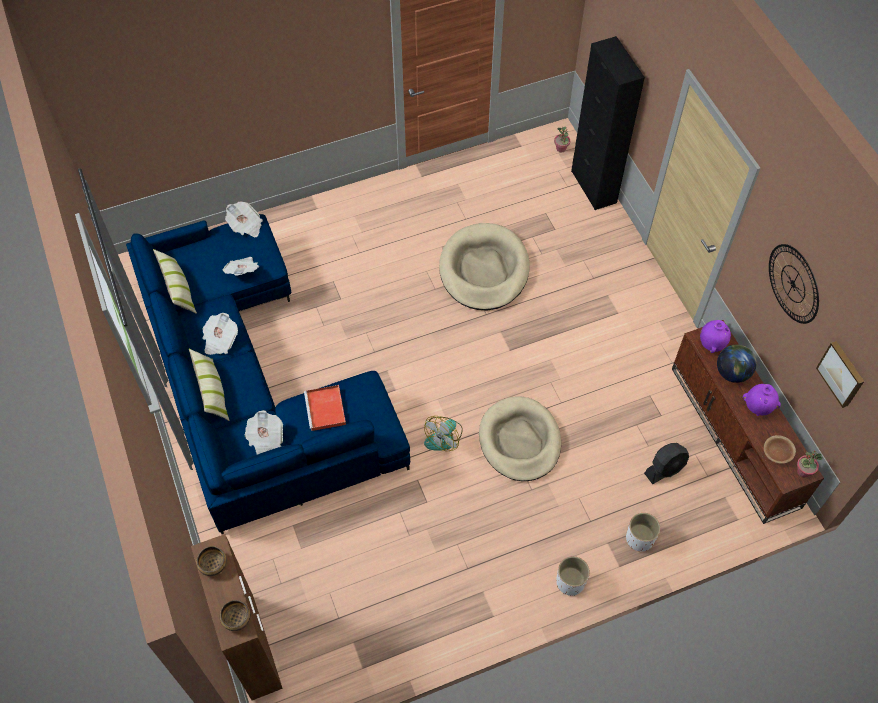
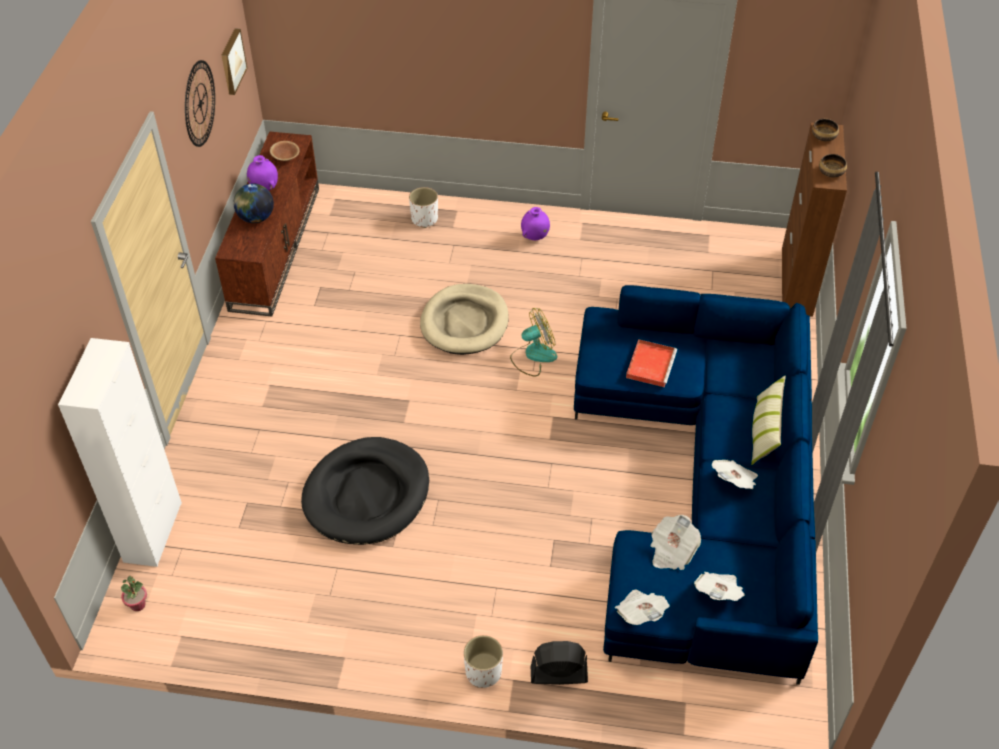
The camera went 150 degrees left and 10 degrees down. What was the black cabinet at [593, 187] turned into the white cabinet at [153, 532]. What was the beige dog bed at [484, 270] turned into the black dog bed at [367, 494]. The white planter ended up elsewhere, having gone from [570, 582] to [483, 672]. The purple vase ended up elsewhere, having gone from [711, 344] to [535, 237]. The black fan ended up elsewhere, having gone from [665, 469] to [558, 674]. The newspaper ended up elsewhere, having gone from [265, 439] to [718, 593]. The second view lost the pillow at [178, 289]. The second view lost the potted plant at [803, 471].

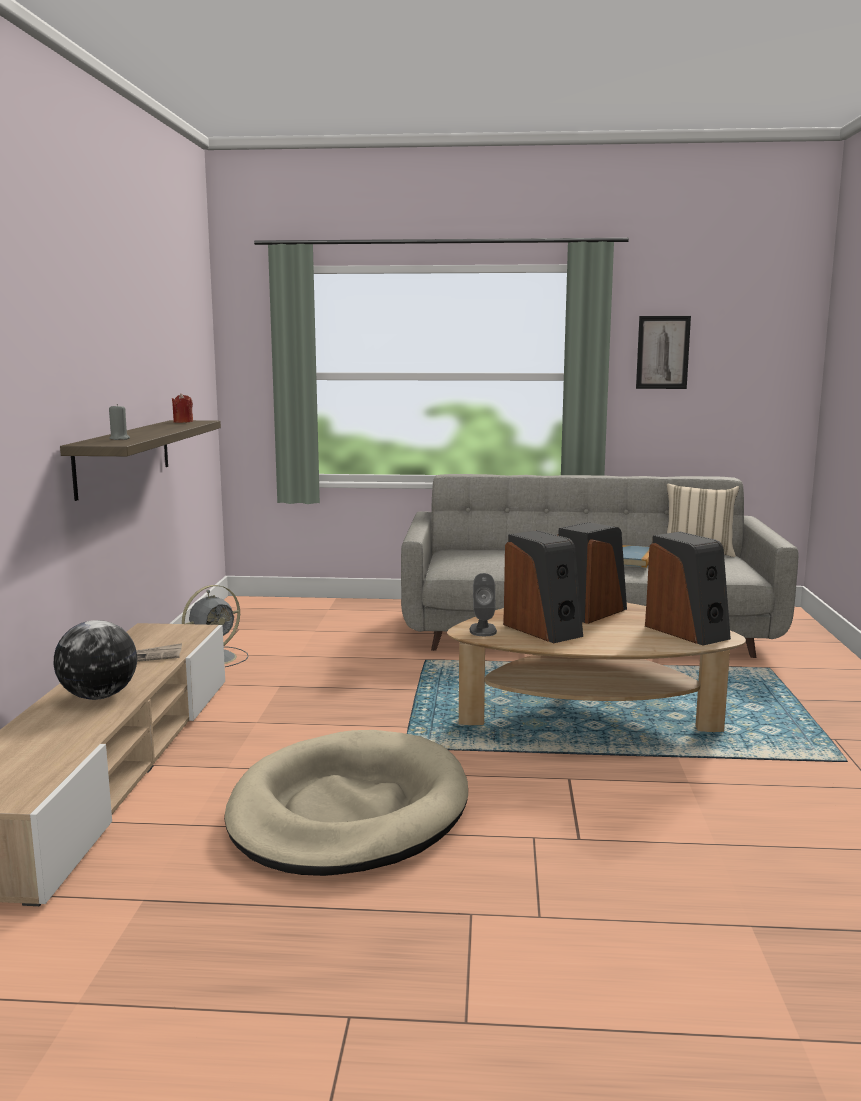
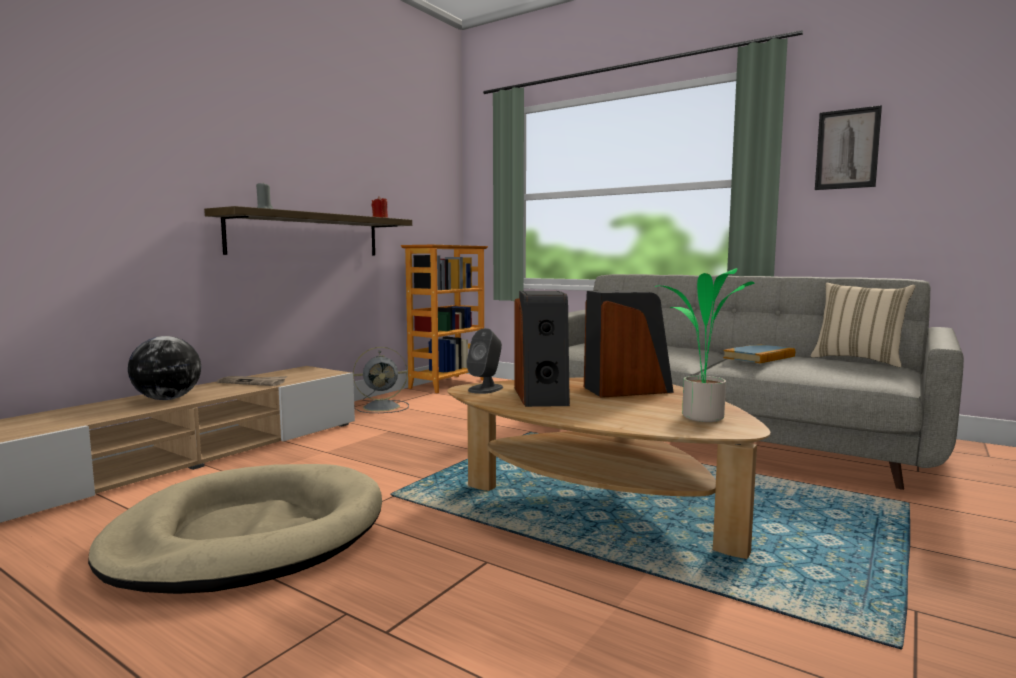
The camera went 30 degrees right and 5 degrees down. The second view gained the bookcase at [447, 384]. Where the speaker stood at [687, 632], the potted plant came to stand at [701, 418].

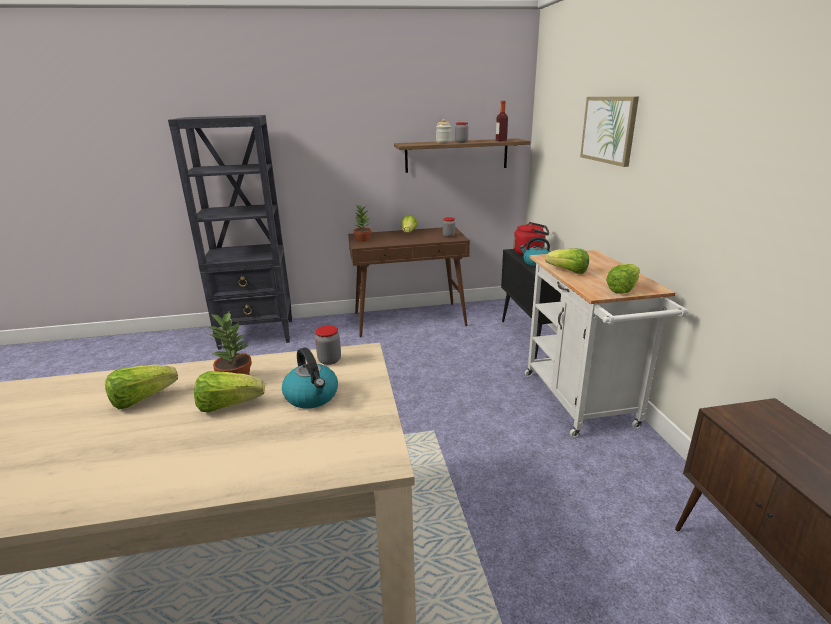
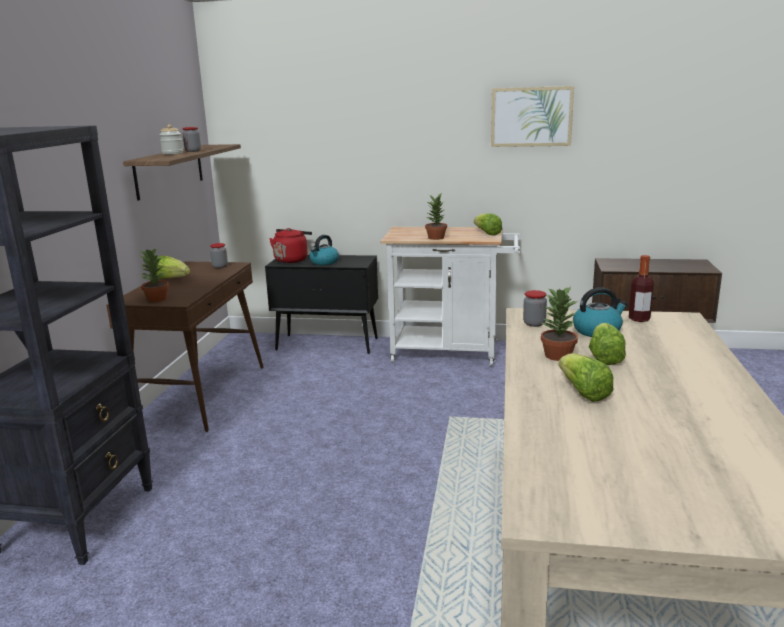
The camera went 70 degrees left and 5 degrees down. Where the lettuce stood at [568, 271], the potted plant came to stand at [436, 238]. The picture ended up elsewhere, having gone from [608, 129] to [531, 117]. The bottle ended up elsewhere, having gone from [501, 140] to [639, 319].

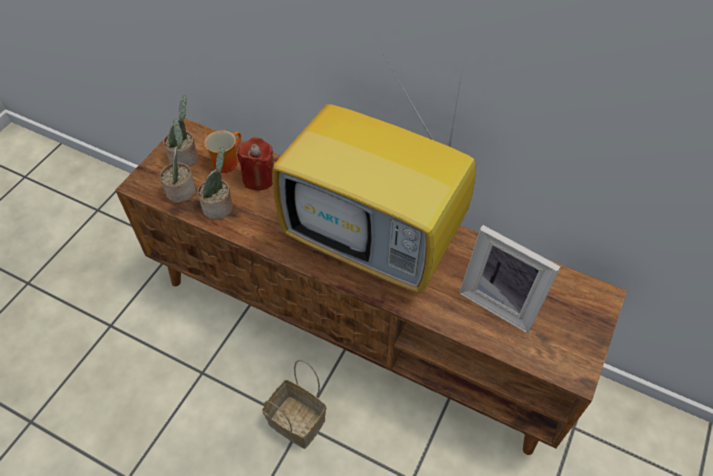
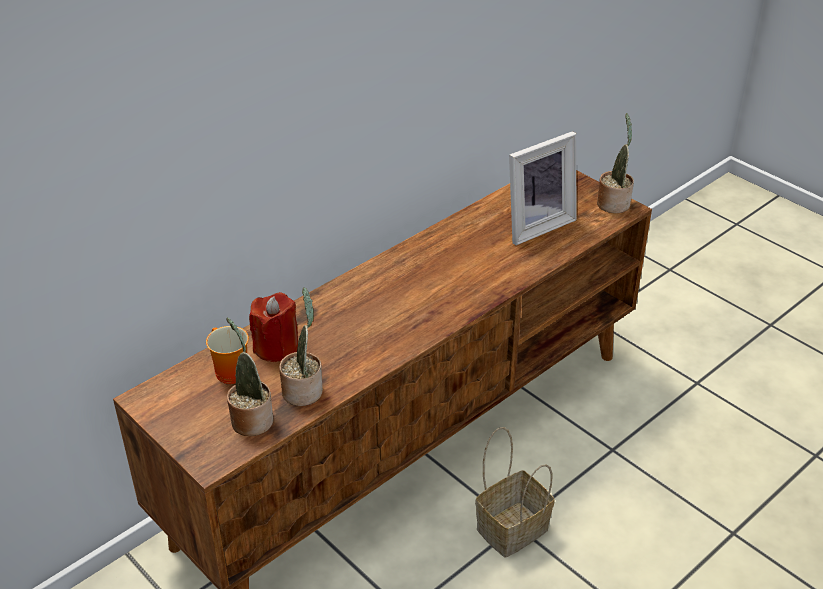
The camera went 70 degrees left and 15 degrees down. The potted plant ended up elsewhere, having gone from [186, 158] to [613, 202]. The second view lost the television at [376, 242].

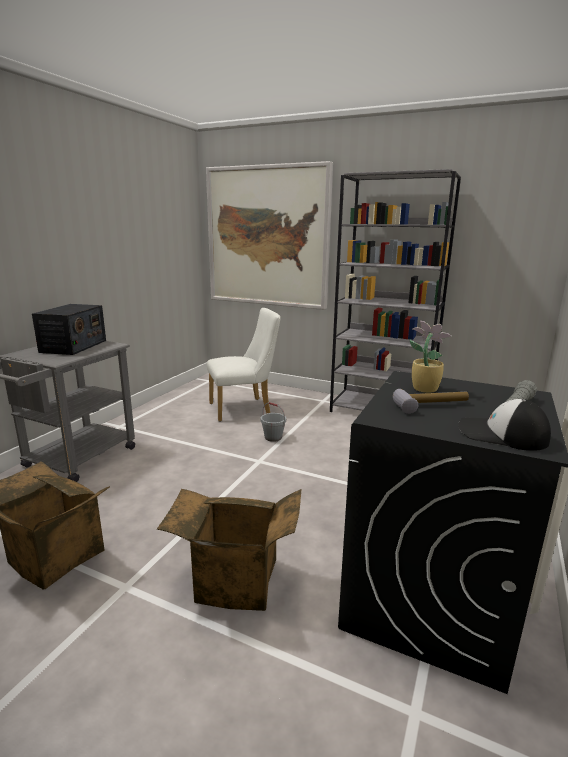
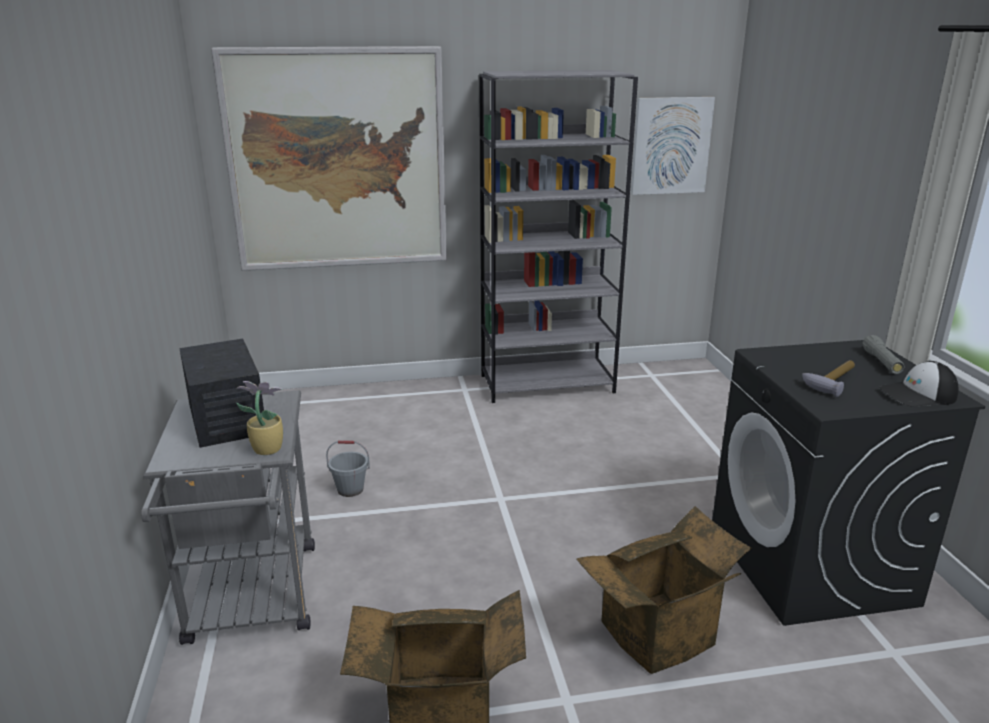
The camera went 35 degrees left and 5 degrees up. The potted plant ended up elsewhere, having gone from [423, 389] to [266, 449]. The grey bucket ended up elsewhere, having gone from [273, 437] to [350, 489]. The second view gained the picture at [671, 146]. The second view lost the white chair at [244, 409].

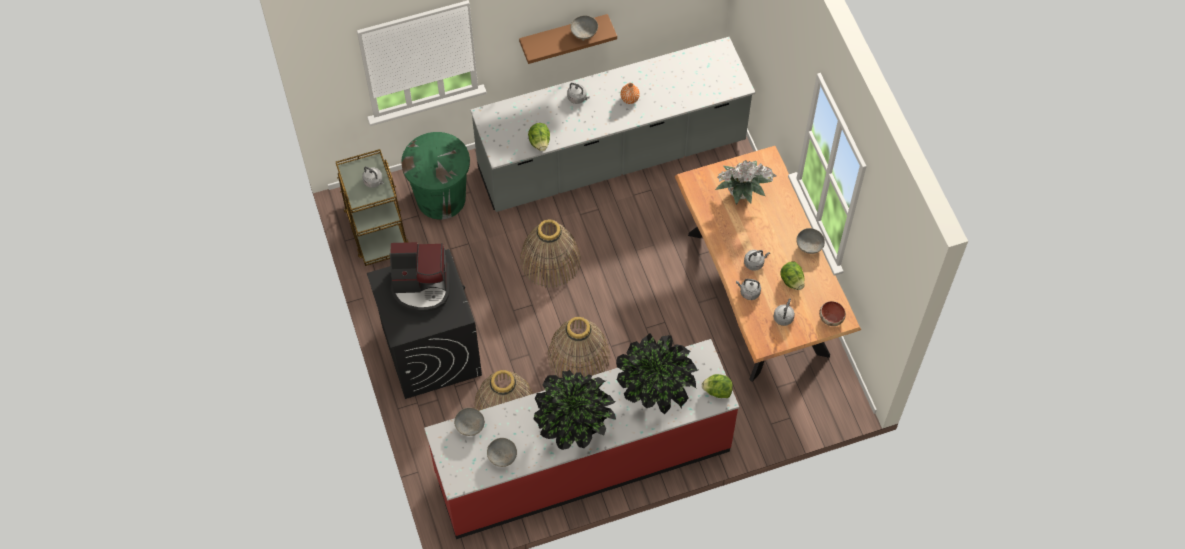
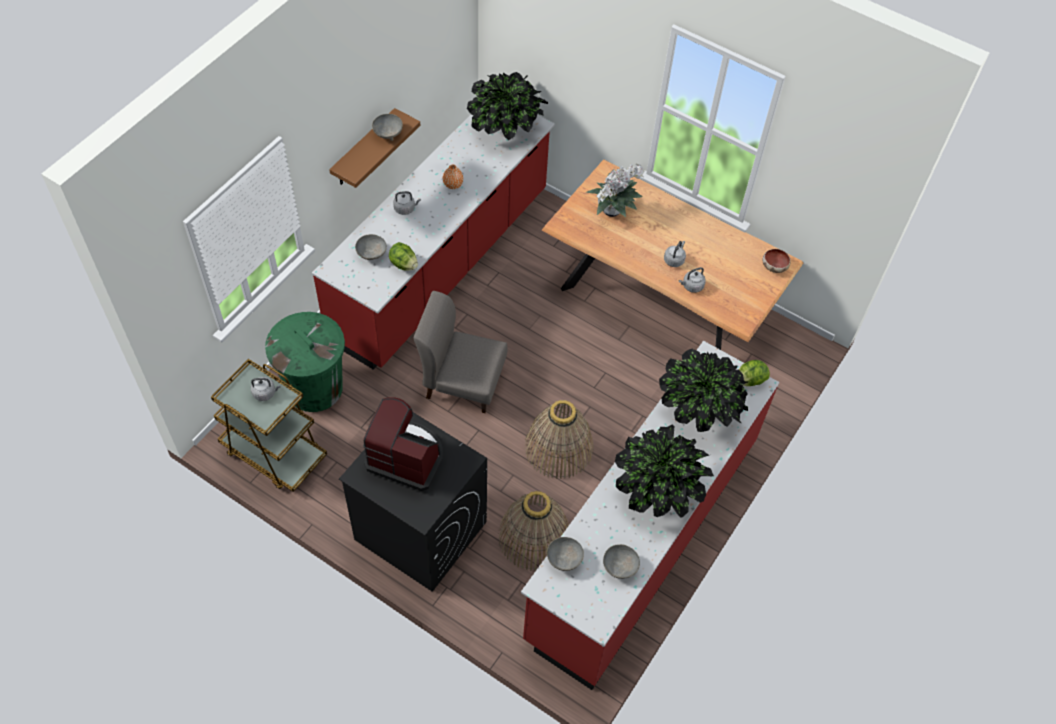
The camera went 40 degrees left and 5 degrees down. What was the grey counter at [612, 157] turned into the red counter at [442, 265]. The grey bowl ended up elsewhere, having gone from [808, 246] to [371, 254]. The coffee machine at [421, 287] ended up facing another way, 120 degrees counterclockwise from before. Where the basket stood at [550, 261], the grey chair came to stand at [462, 382]. The second view gained the potted plant at [507, 131]. The second view lost the grey kettle at [783, 317]. The second view lost the lettuce at [792, 281].

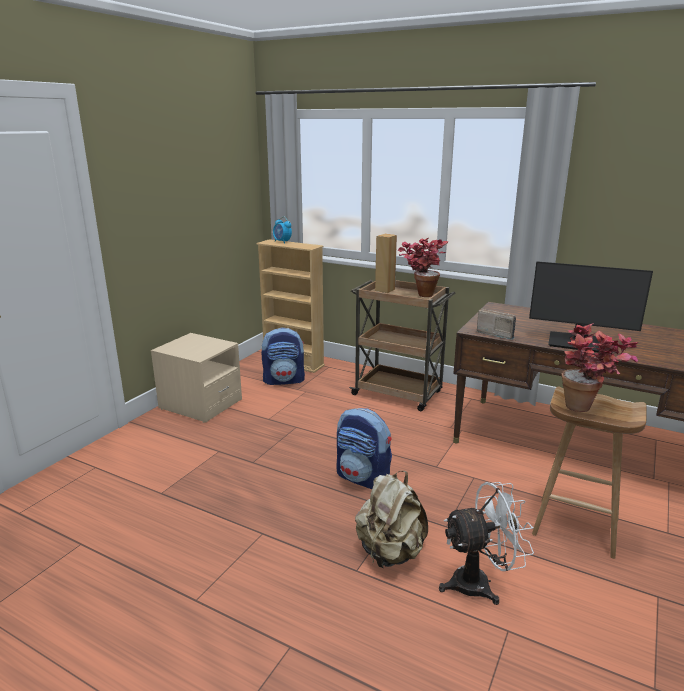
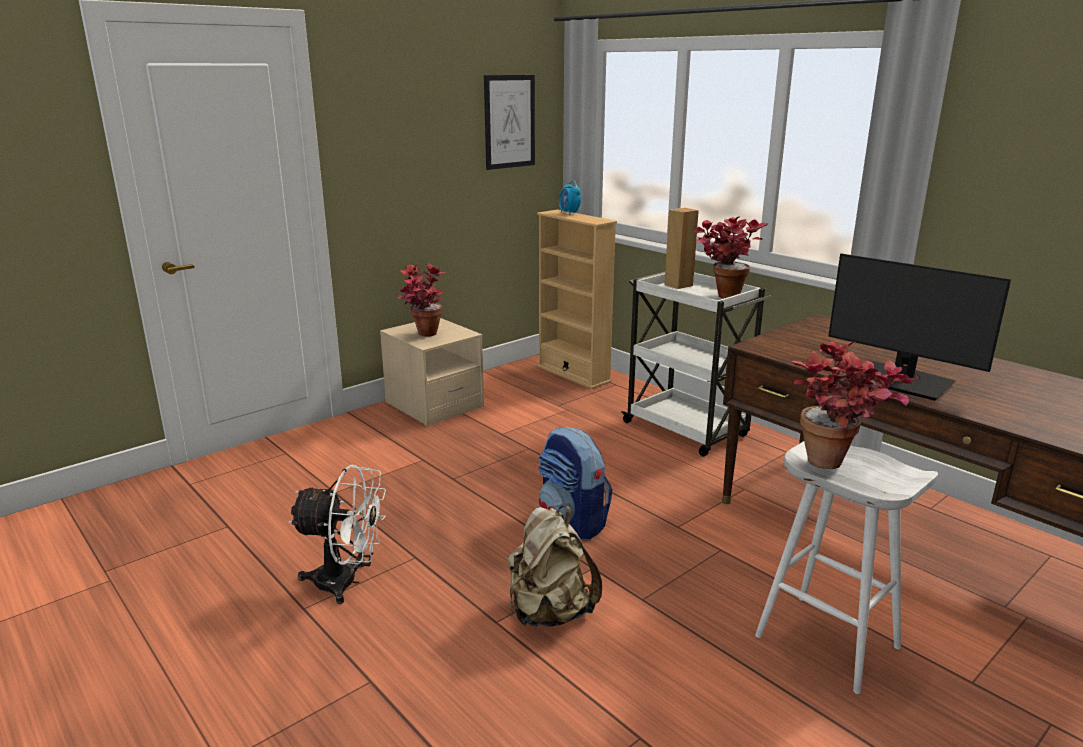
The camera went 20 degrees right and 0 degrees up. The white fan ended up elsewhere, having gone from [480, 583] to [346, 582]. The second view gained the potted plant at [423, 336]. The second view gained the picture at [509, 122]. What was the brown cart at [399, 394] turned into the white cart at [687, 430]. What was the brown stool at [574, 527] turned into the white stool at [824, 641]. The second view lost the backpack at [284, 380]. The second view lost the radio at [496, 334].

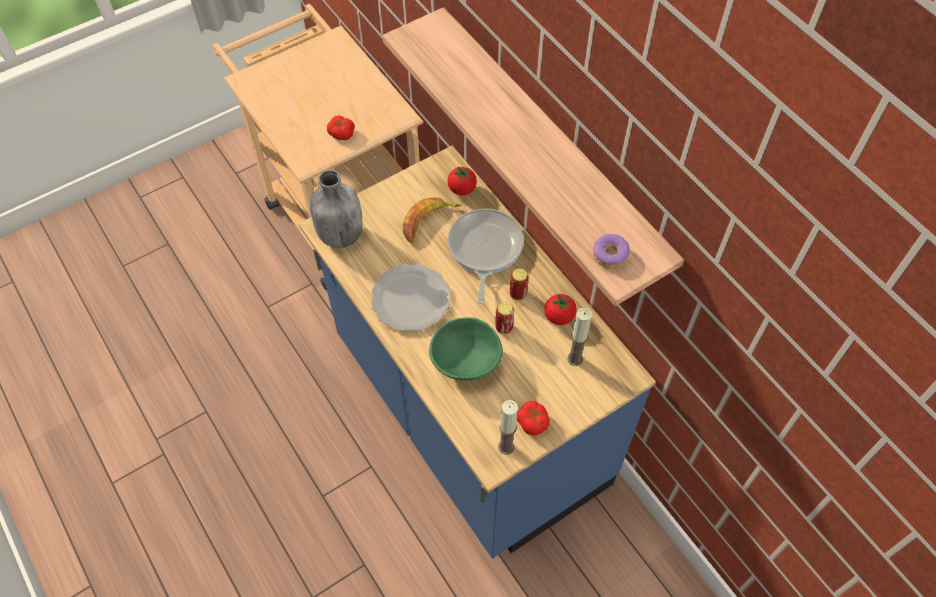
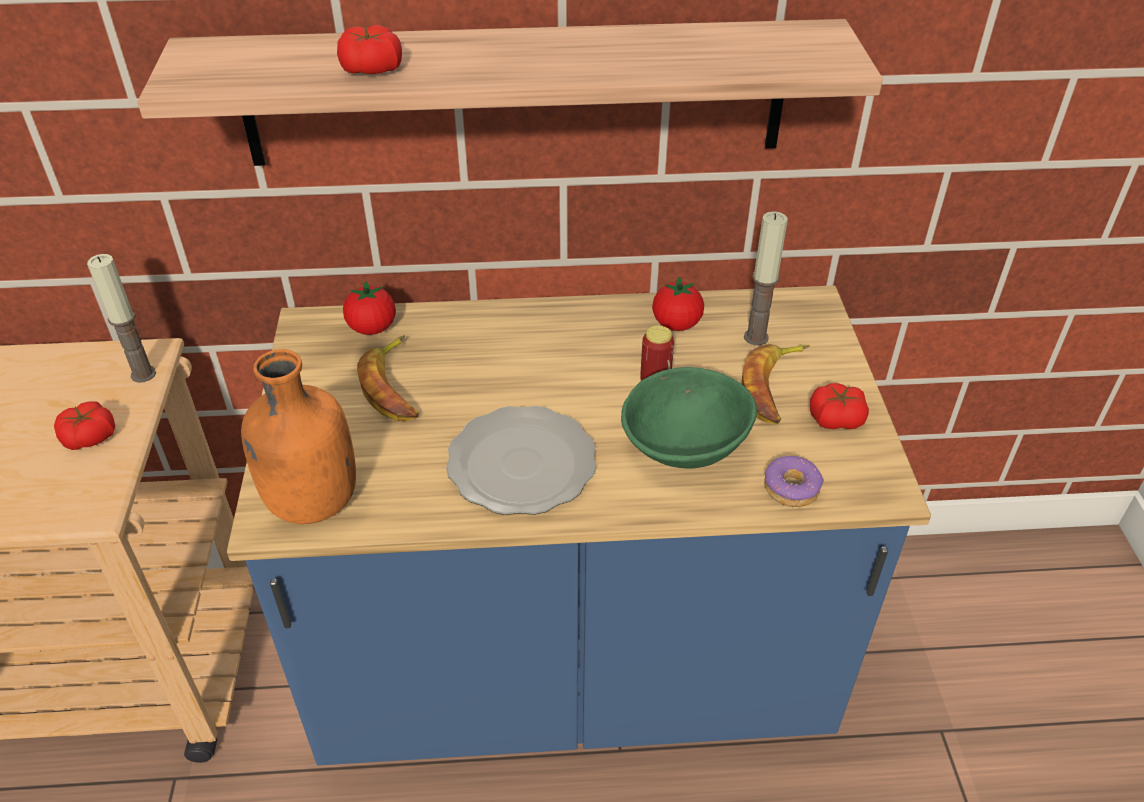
The camera went 60 degrees left and 15 degrees down. The candle ended up elsewhere, having gone from [506, 447] to [143, 374]. What was the grey bottle at [339, 234] turned into the orange bottle at [311, 502]. The second view gained the tomato at [372, 68]. The second view gained the banana at [774, 387]. The donut ended up elsewhere, having gone from [610, 255] to [792, 488]. The second view lost the frying pan at [484, 249]. The second view lost the can at [518, 294].

